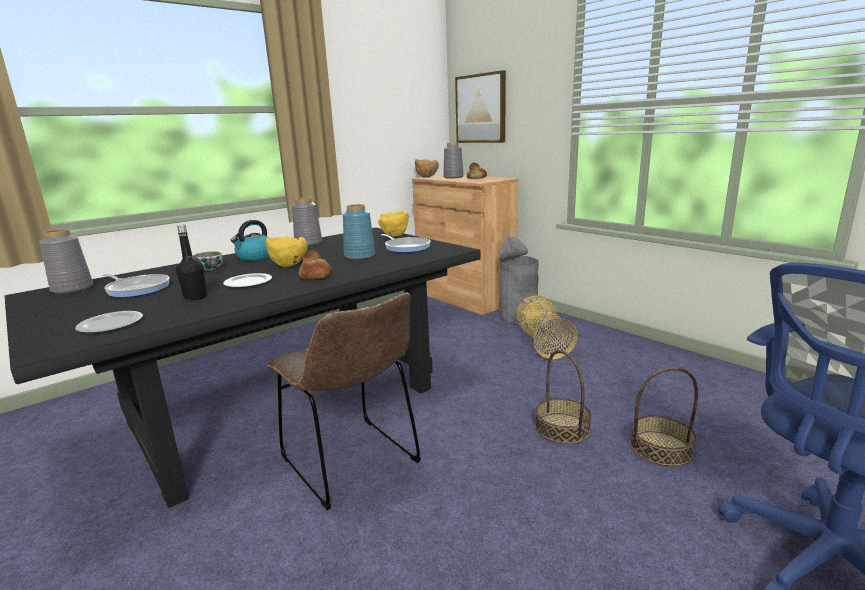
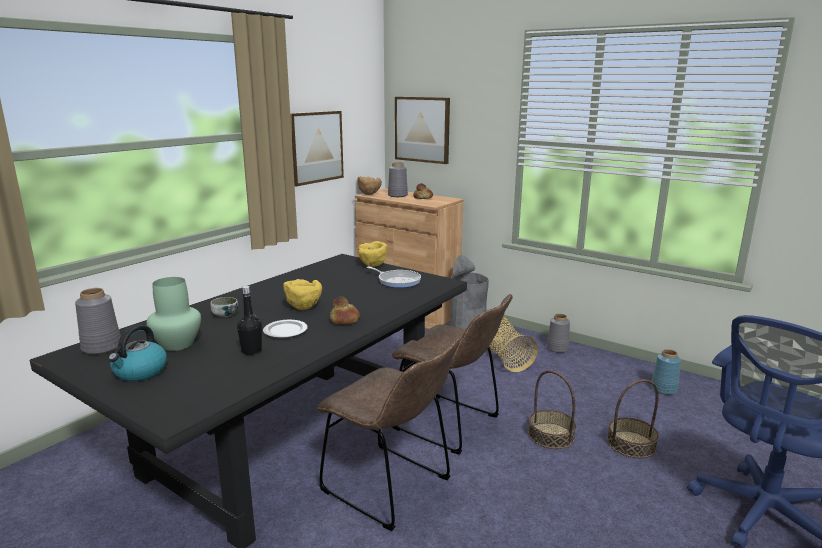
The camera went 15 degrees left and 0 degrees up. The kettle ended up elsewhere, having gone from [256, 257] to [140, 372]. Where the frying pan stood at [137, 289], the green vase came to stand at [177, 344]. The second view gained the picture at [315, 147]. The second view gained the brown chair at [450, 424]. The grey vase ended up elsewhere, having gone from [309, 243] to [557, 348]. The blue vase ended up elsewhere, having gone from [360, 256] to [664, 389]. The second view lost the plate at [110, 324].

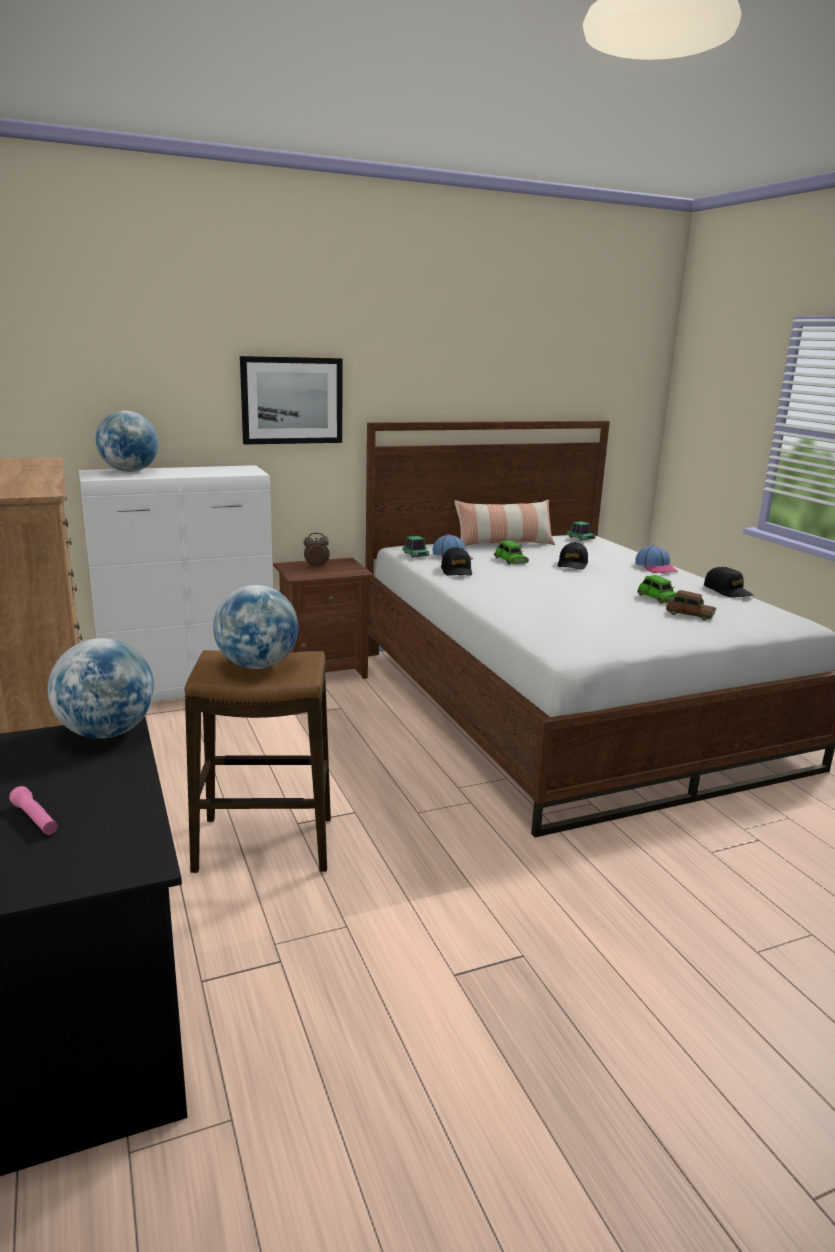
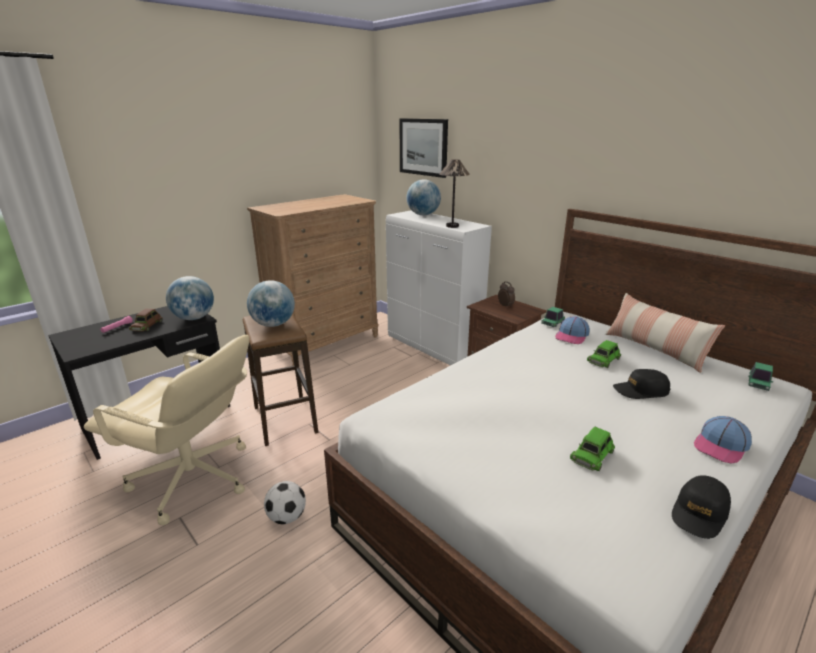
The camera went 70 degrees right and 5 degrees up. The second view gained the beige office chair at [193, 480]. The brown toy car ended up elsewhere, having gone from [689, 613] to [147, 325]. The second view gained the football at [287, 517]. The picture ended up elsewhere, having gone from [292, 400] to [423, 147]. The second view gained the table lamp at [452, 226]. The second view lost the black cap at [456, 571].

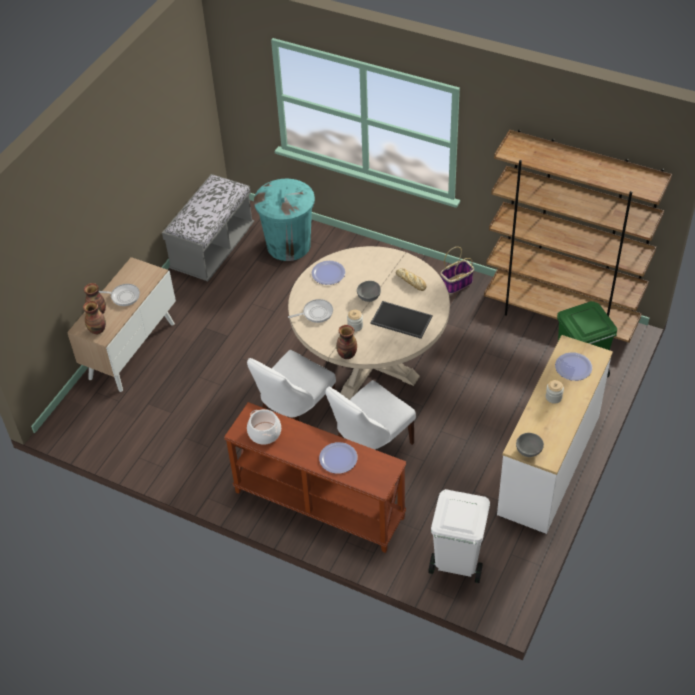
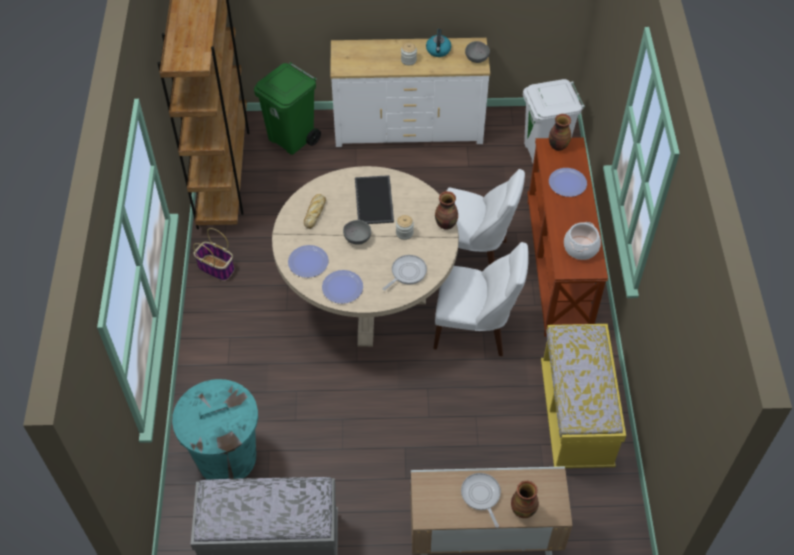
The camera went 120 degrees left and 5 degrees up. The plate ended up elsewhere, having gone from [573, 367] to [308, 262]. The frying pan at [316, 313] ended up facing another way, 90 degrees clockwise from before. The second view gained the kettle at [438, 50]. The second view gained the yellow bench at [575, 415]. The vase ended up elsewhere, having gone from [98, 329] to [557, 145].

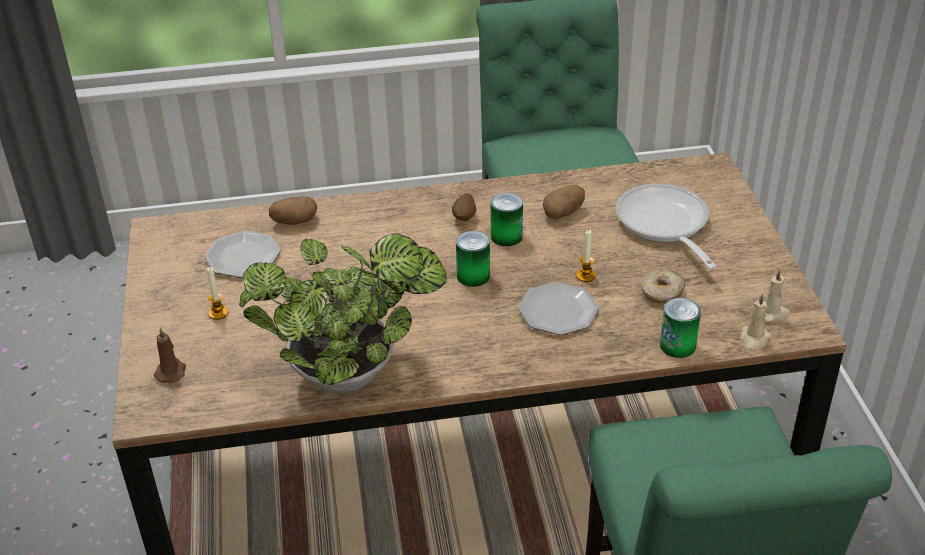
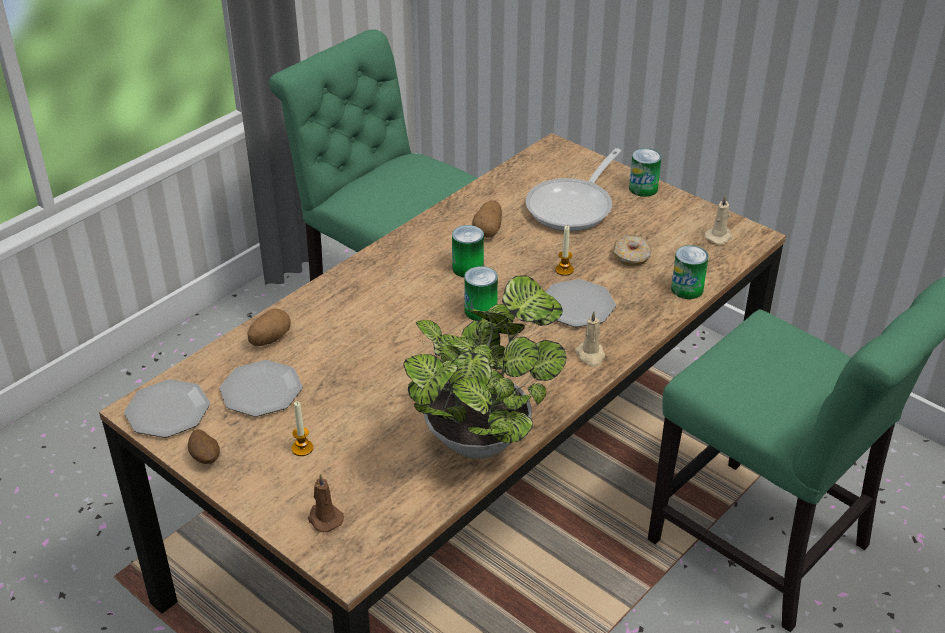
The camera went 40 degrees left and 0 degrees up. The second view gained the plate at [167, 412]. The potato ended up elsewhere, having gone from [464, 218] to [205, 458]. The frying pan at [664, 225] ended up facing another way, 90 degrees counterclockwise from before. The beige candle ended up elsewhere, having gone from [753, 339] to [590, 356]. The second view gained the can at [643, 188].

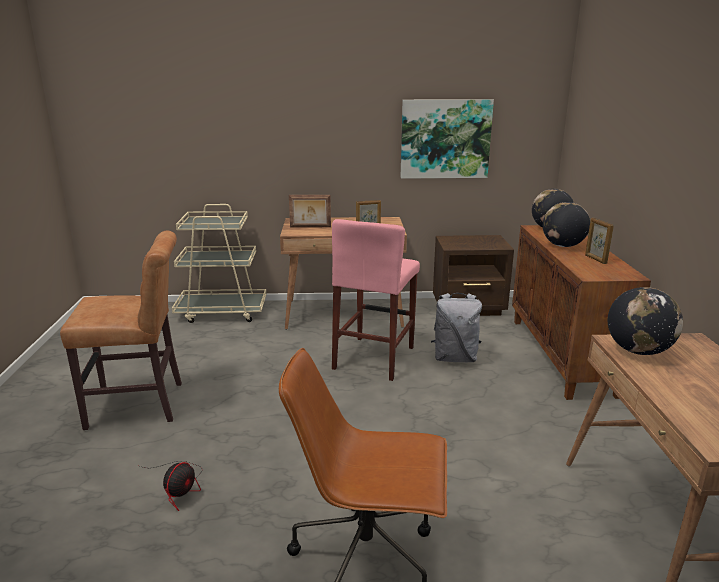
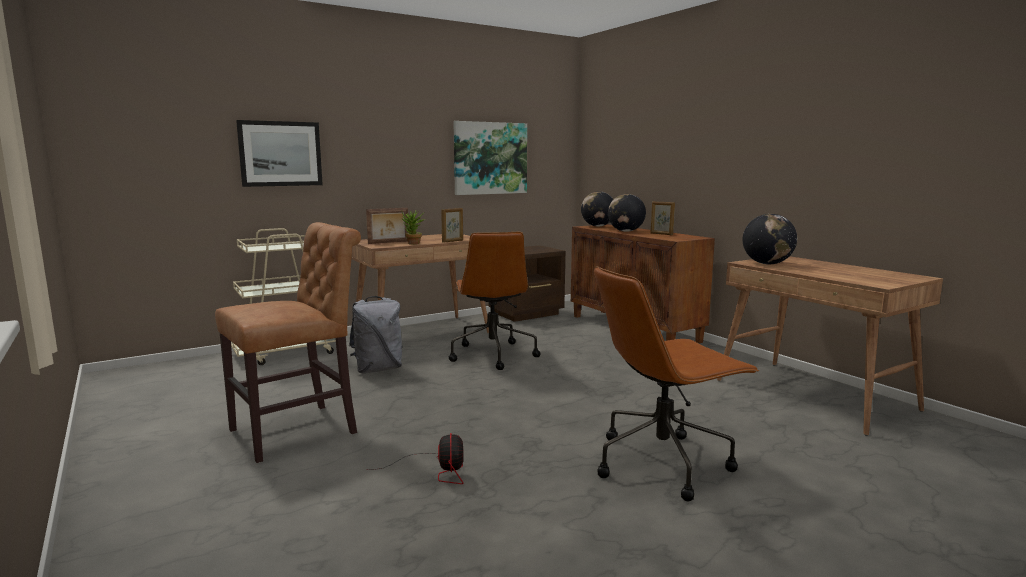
The camera went 30 degrees left and 10 degrees down. The second view gained the picture at [280, 153]. The grey backpack ended up elsewhere, having gone from [455, 358] to [378, 369]. The second view gained the potted plant at [413, 244]. Where the pink stool stood at [374, 358], the brown office chair came to stand at [492, 355].

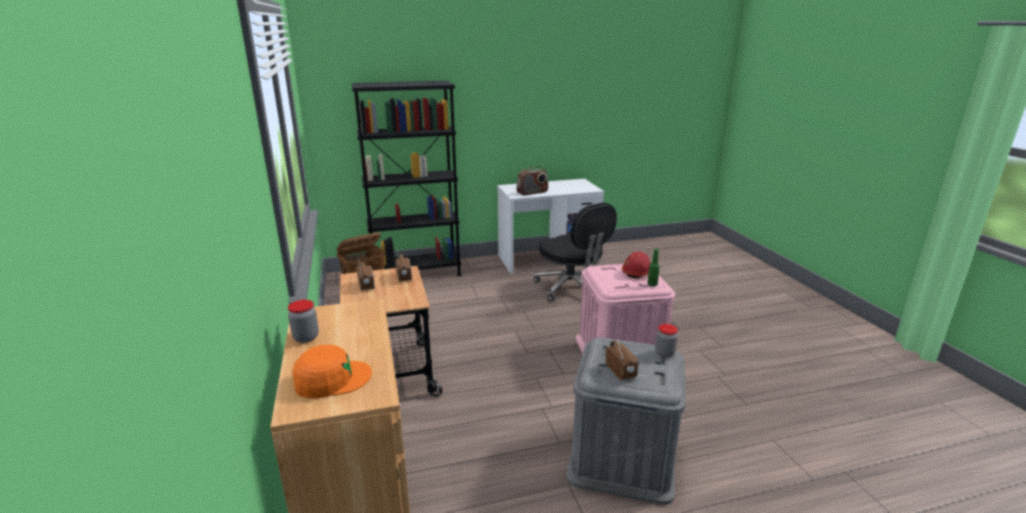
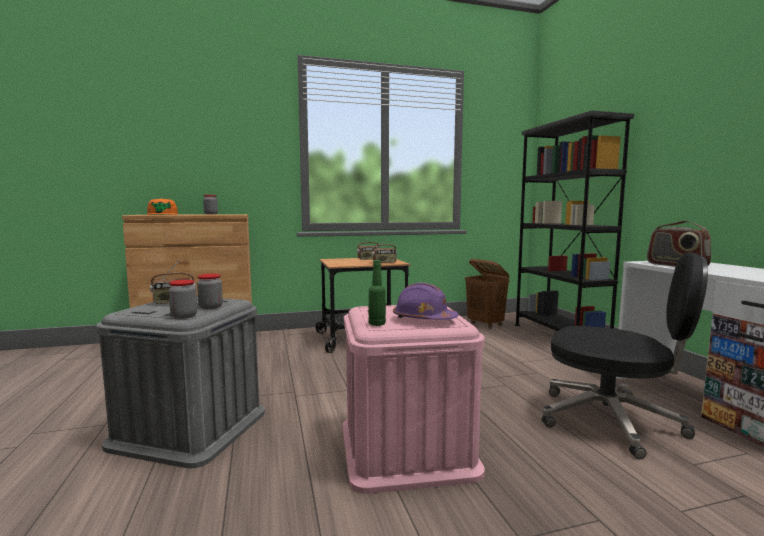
The camera went 90 degrees right and 15 degrees down. The second view gained the jar at [210, 307]. What was the red hard hat at [637, 272] turned into the purple hard hat at [423, 319]. The black office chair at [572, 288] ended up facing another way, 120 degrees counterclockwise from before.

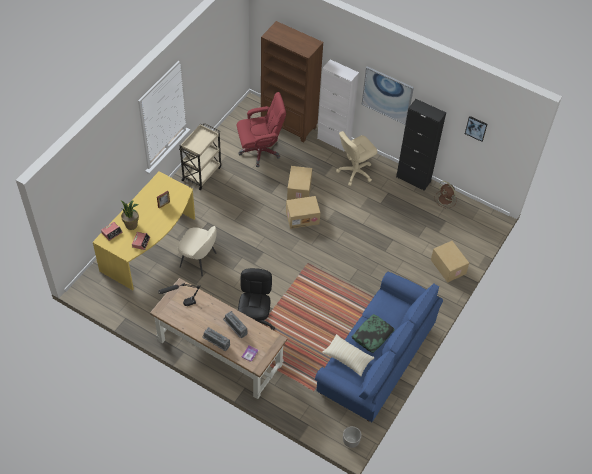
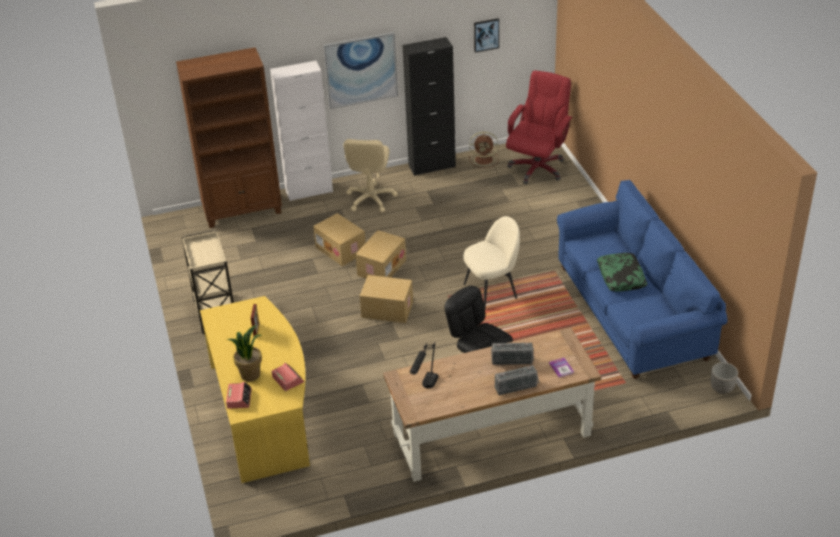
The camera went 45 degrees left and 15 degrees down. The cardboard box ended up elsewhere, having gone from [447, 267] to [386, 310]. The beige chair ended up elsewhere, having gone from [199, 260] to [491, 291]. The red office chair ended up elsewhere, having gone from [260, 151] to [537, 168]. The second view lost the beige pillow at [347, 358].

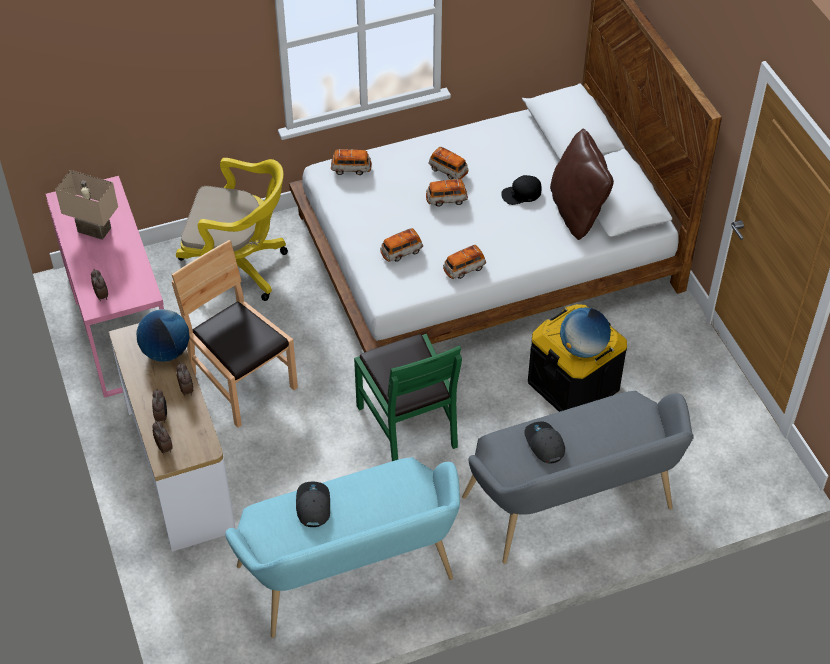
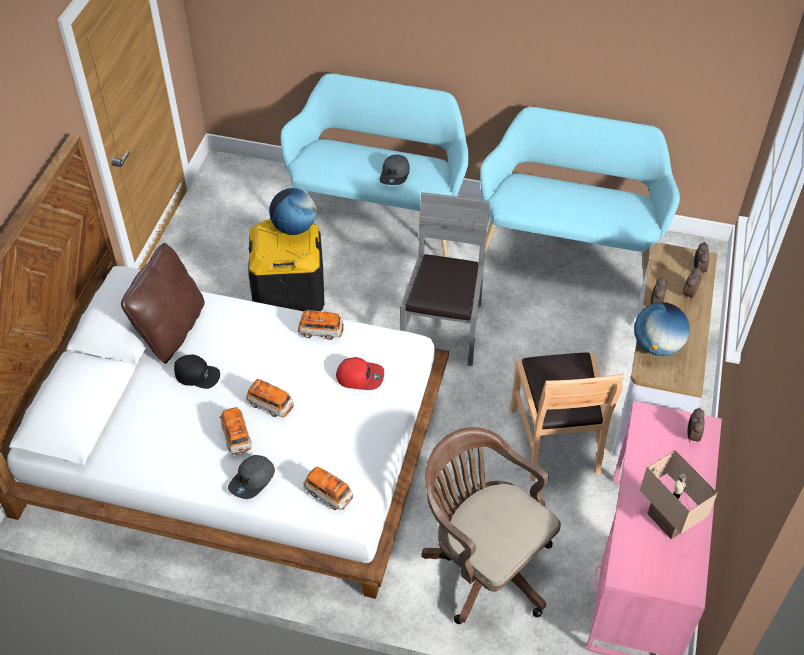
The camera went 145 degrees left and 0 degrees up. The grey cap ended up elsewhere, having gone from [312, 506] to [252, 480]. What was the grey bench at [573, 509] turned into the turquoise bench at [377, 216]. Where the toy car stood at [401, 252], the red cap came to stand at [360, 376]. What was the green chair at [408, 425] turned into the grey chair at [443, 329]. What was the yellow office chair at [239, 269] turned into the brown office chair at [483, 564].

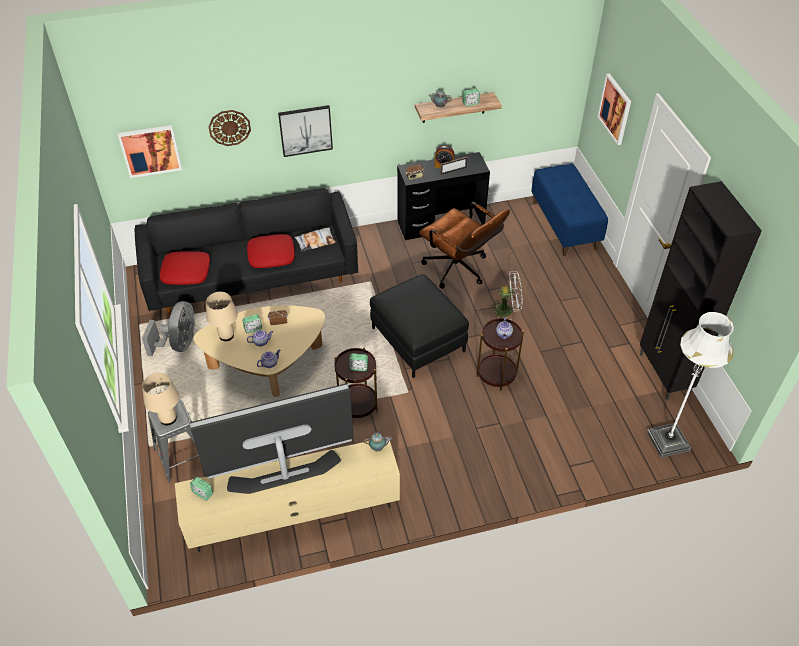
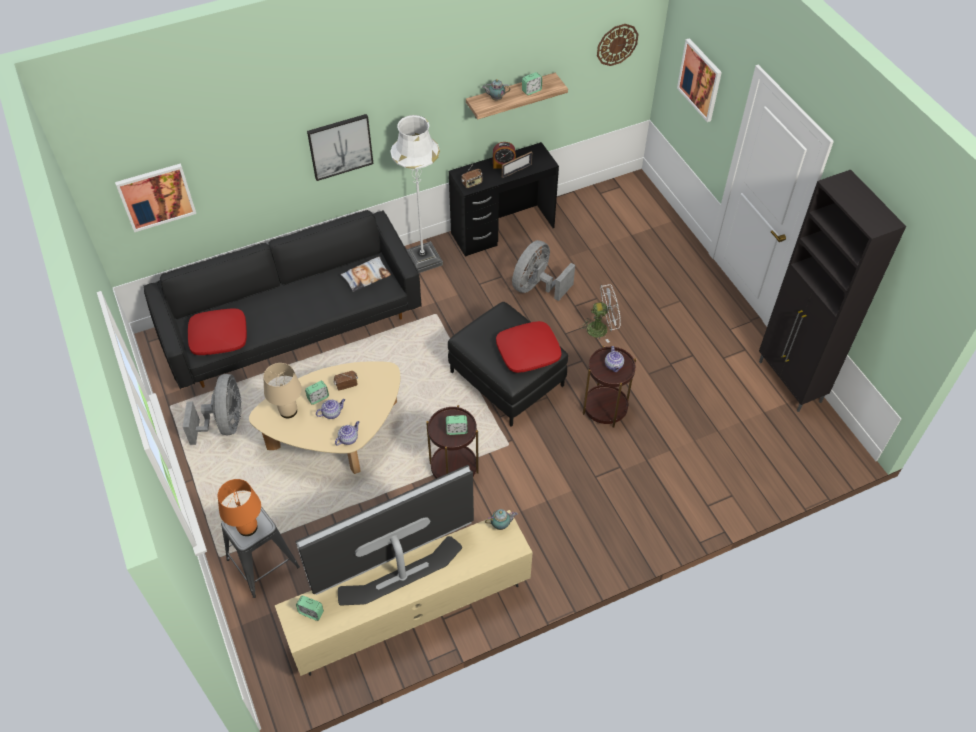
The camera went 10 degrees left and 5 degrees up. What was the beige table lamp at [168, 419] turned into the orange table lamp at [247, 528]. The white floor lamp ended up elsewhere, having gone from [668, 441] to [423, 259]. The red pillow ended up elsewhere, having gone from [271, 255] to [528, 351]. Where the brown office chair stood at [460, 271], the grey fan came to stand at [537, 287]. The wall clock ended up elsewhere, having gone from [229, 127] to [617, 44]. The second view lost the blue bench at [565, 225].

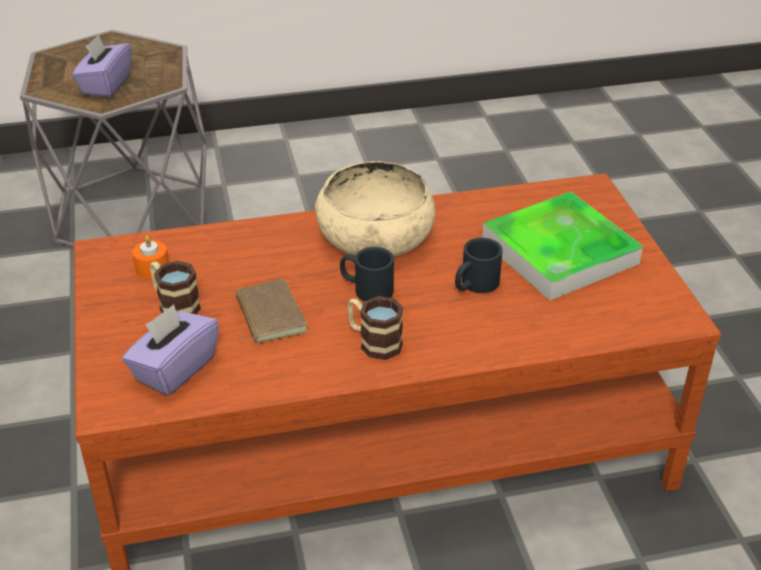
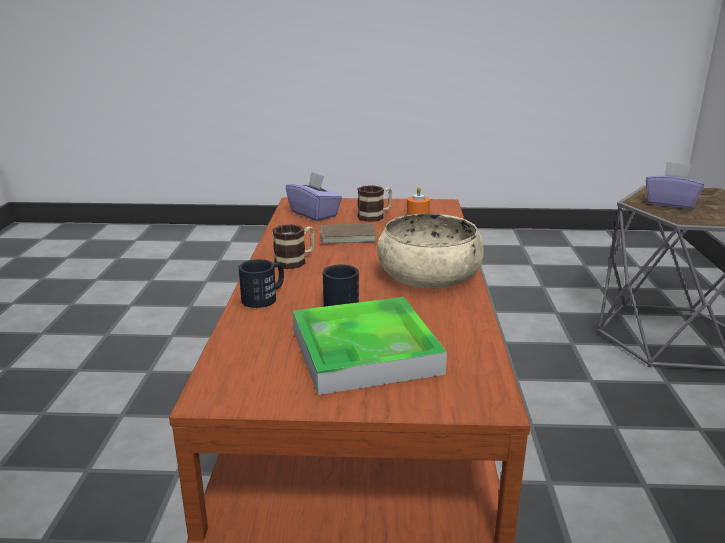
The camera went 105 degrees right and 15 degrees down. The black mug ended up elsewhere, having gone from [366, 288] to [265, 297].

